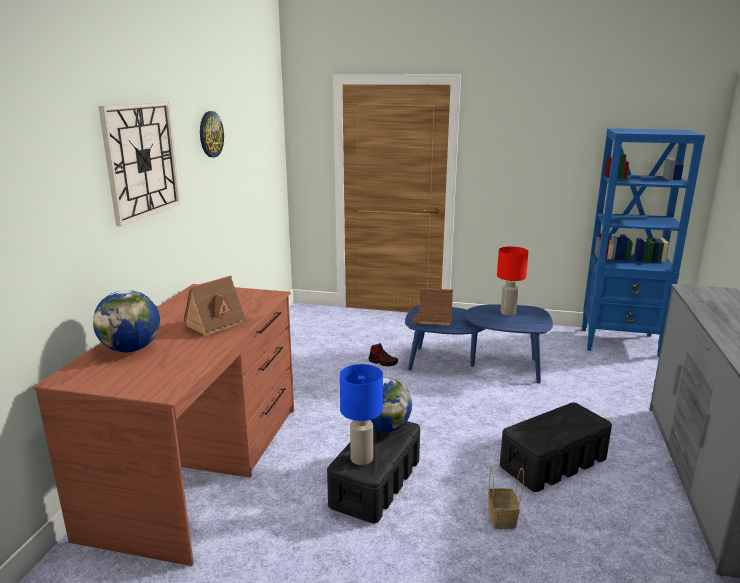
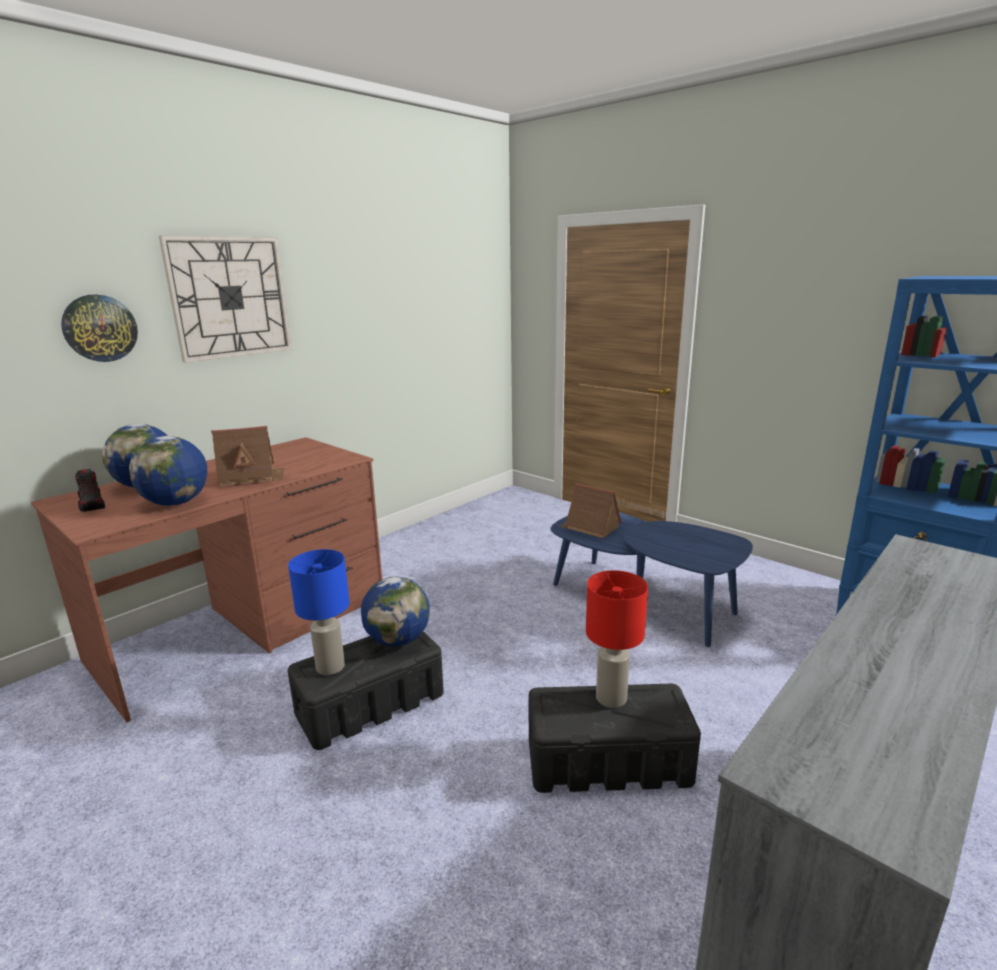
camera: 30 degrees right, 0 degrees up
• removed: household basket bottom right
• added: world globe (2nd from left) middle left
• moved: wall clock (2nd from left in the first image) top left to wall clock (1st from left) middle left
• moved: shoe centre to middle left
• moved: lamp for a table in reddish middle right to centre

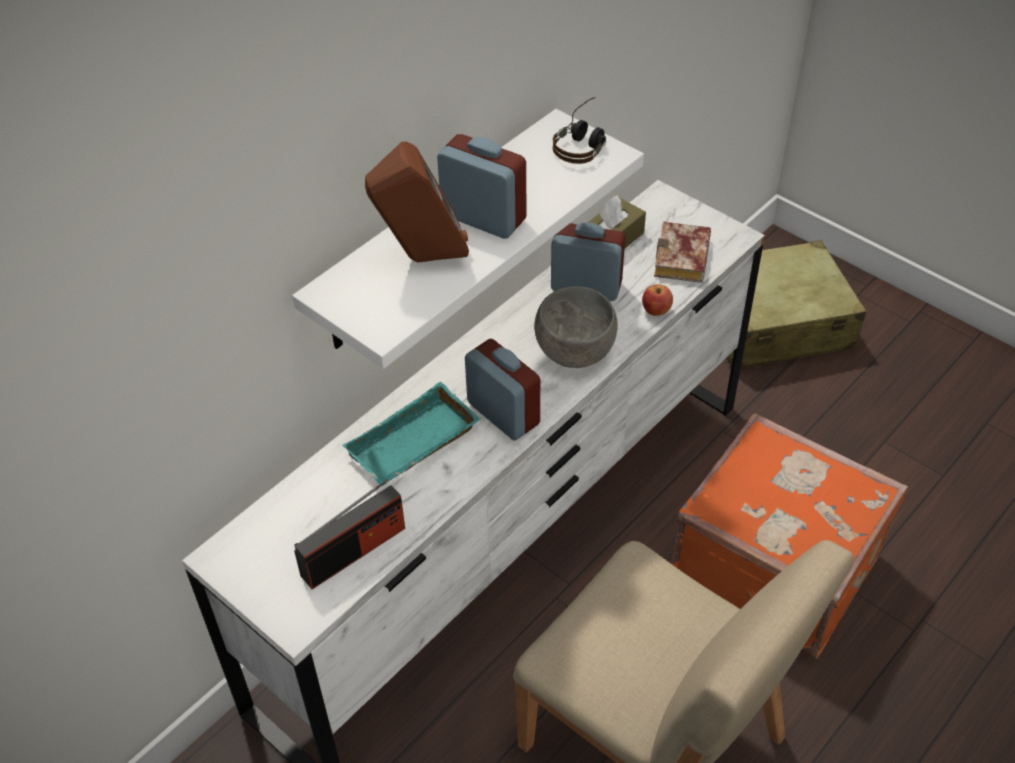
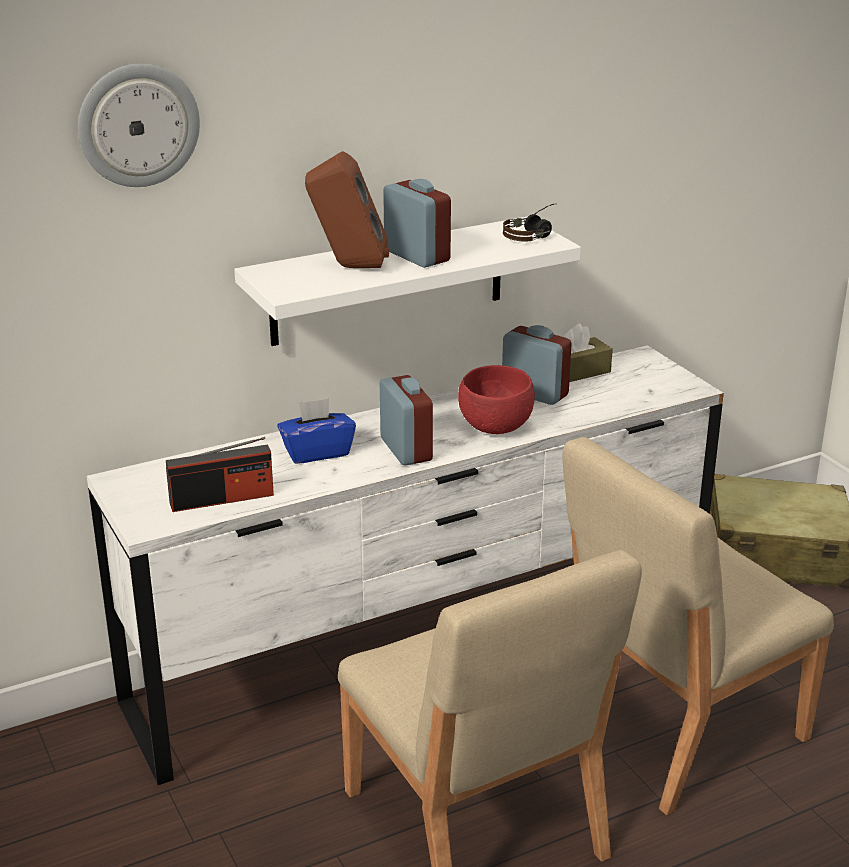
camera: 20 degrees right, 20 degrees down
• removed: whole apple centre
• removed: bound book top right
• added: wall clock top left
• replaced: carrying tray in turquoise centre to tissue holder in blue centre
• replaced: travel case in orange-coloured bottom right to upright chair in beige (2nd from left) bottom right
• recoloured: serving bowl in grey centre to serving bowl in reddish centre

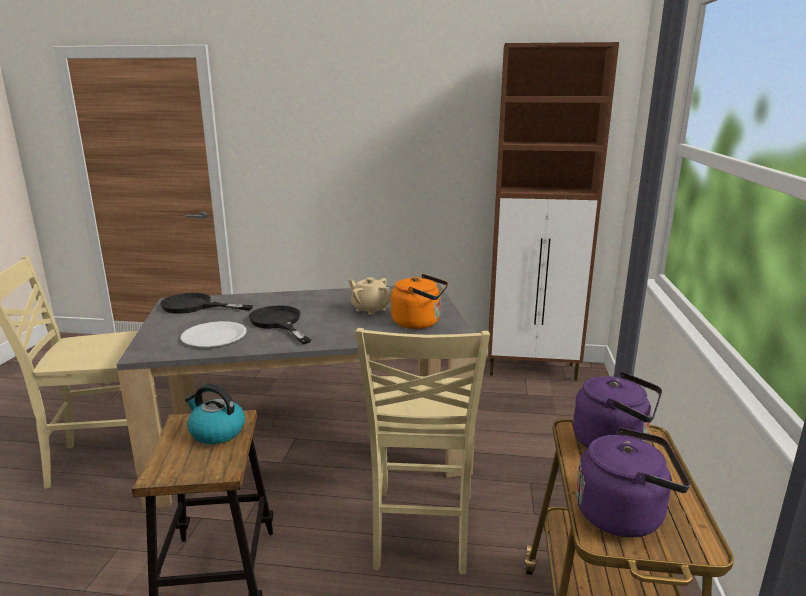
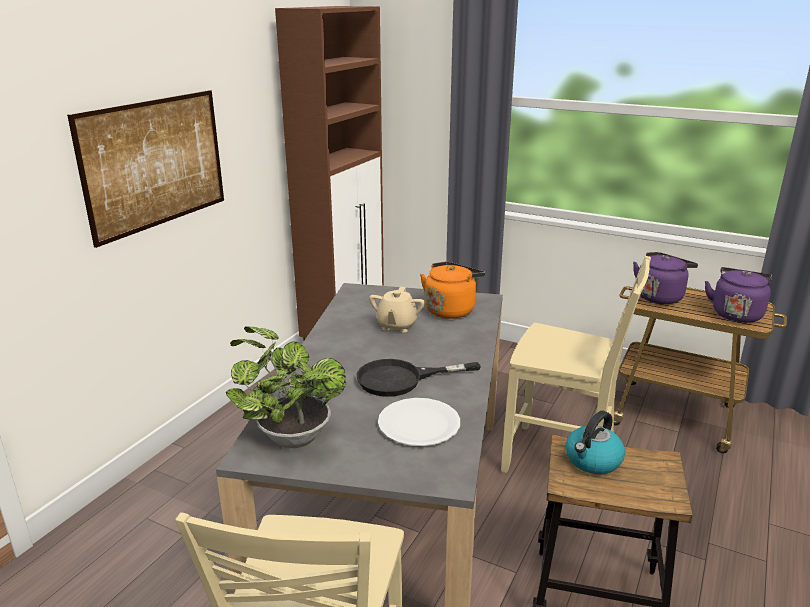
camera: 70 degrees left, 5 degrees up
• added: wall picture top left
• replaced: pan in black (1st from left) middle left to potted plant centre
• turned: pot for tea in beige centre = centre 45 degrees counterclockwise

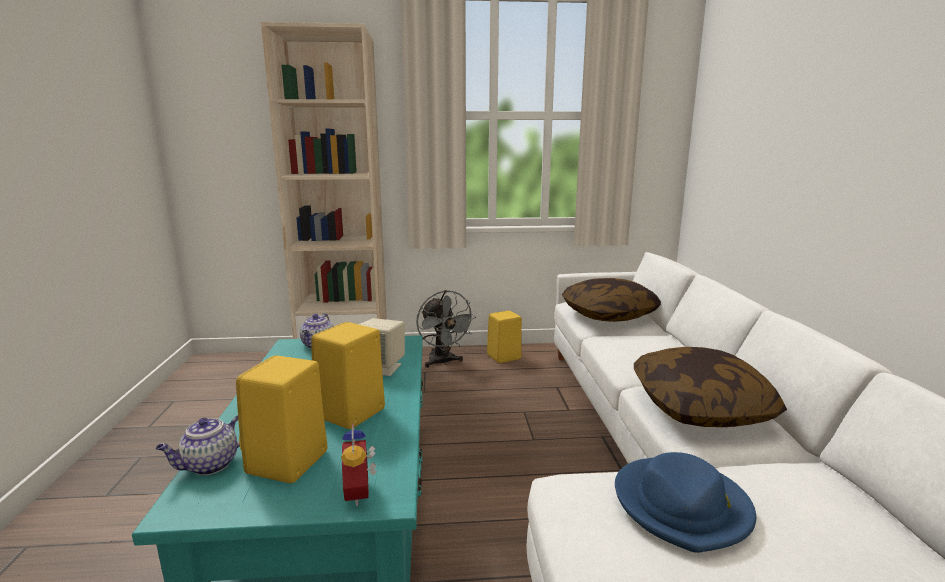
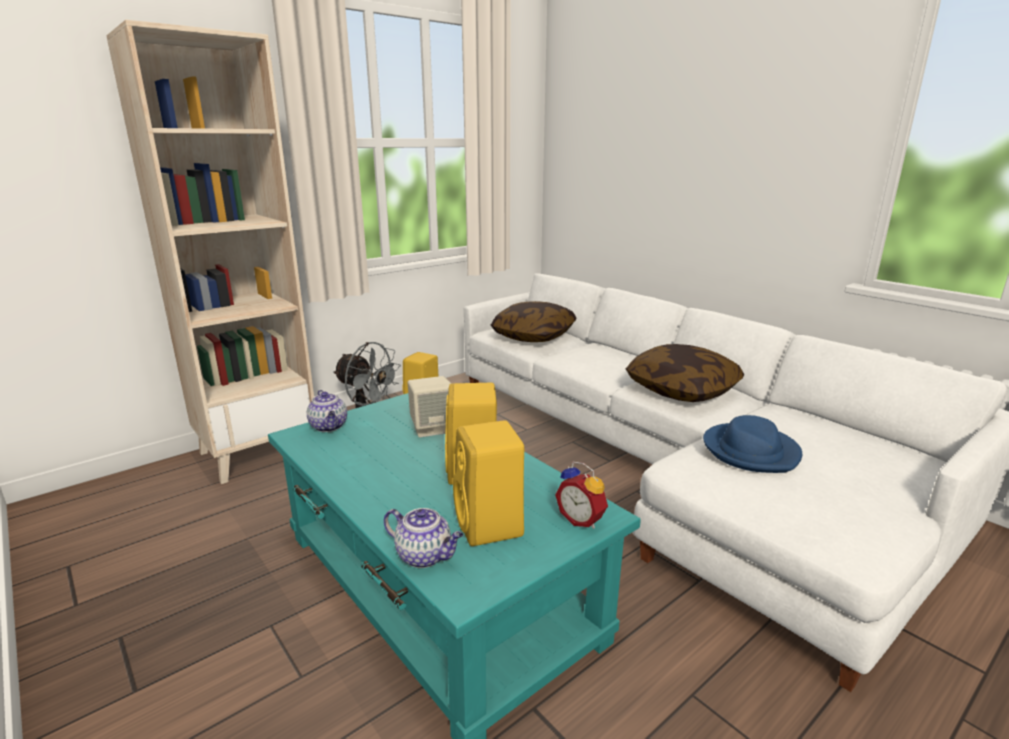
camera: 35 degrees left, 5 degrees up
• turned: pot for tea (1st from left in the first image) bottom left = bottom centre 75 degrees counterclockwise

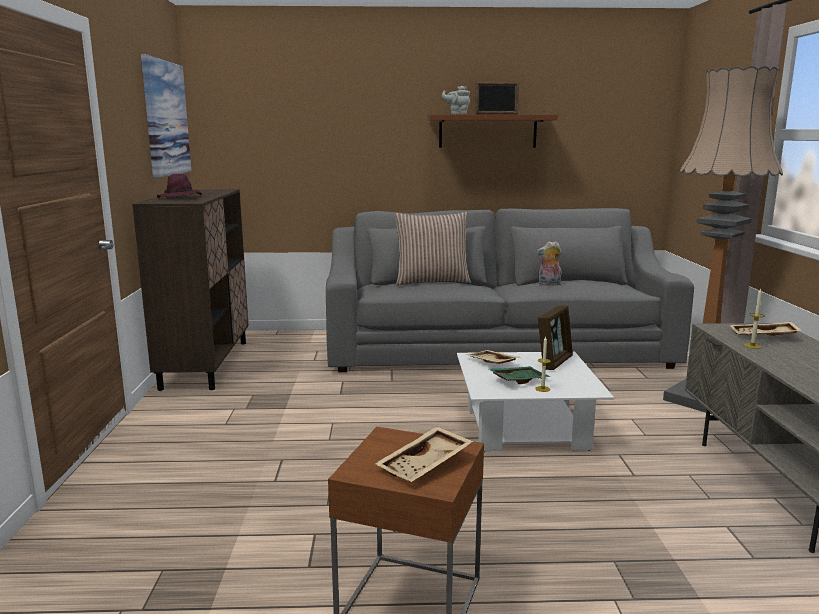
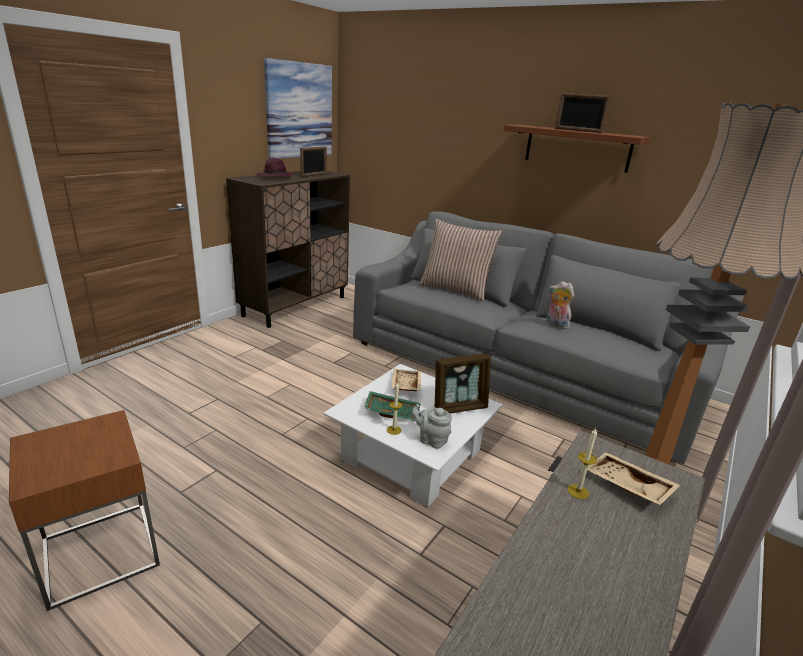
camera: 35 degrees right, 10 degrees up
• removed: carrying tray in beige (1st from left) bottom centre
• added: photo frame (1st from left) top centre
• moved: pot for tea in grey top centre to centre

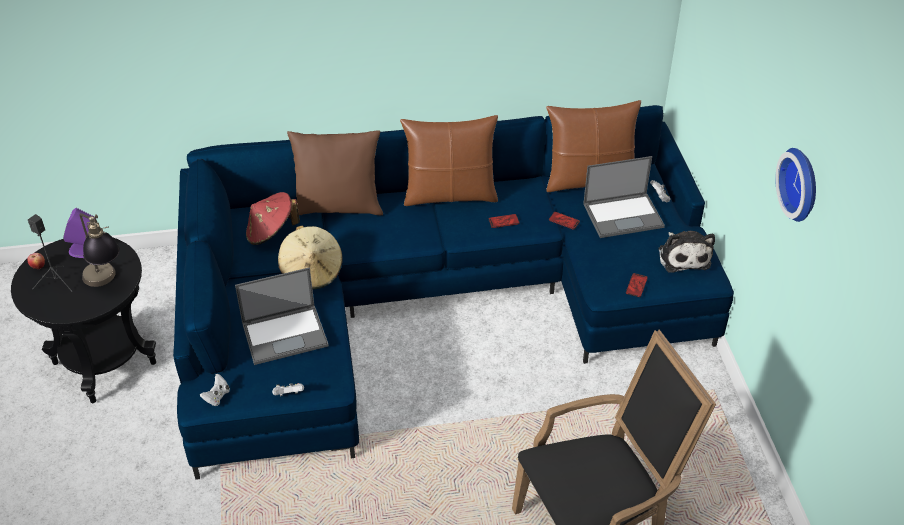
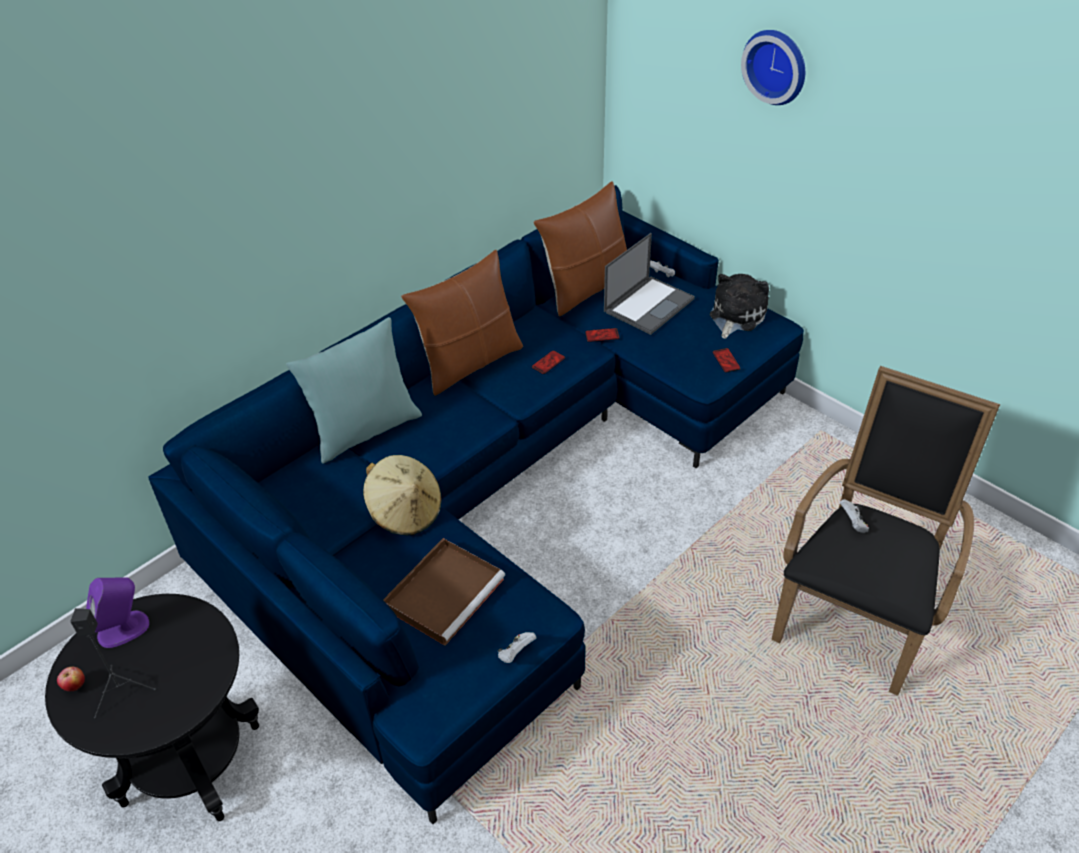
camera: 35 degrees left, 0 degrees up
• removed: lamp for a table middle left
• removed: wearable hat in reddish middle left
• moved: gamepad in white-coloured (1st from left in the first image) bottom left to gamepad in white-coloured (3rd from left) middle right
• moved: wall clock middle right to top right
• replaced: portable computer (1st from left) middle left to carrying tray in brown bottom centre
• recoloured: cushion in brown (1st from left) top centre to cushion in turquoise middle left
• turned: soft toy middle right = middle right 105 degrees counterclockwise

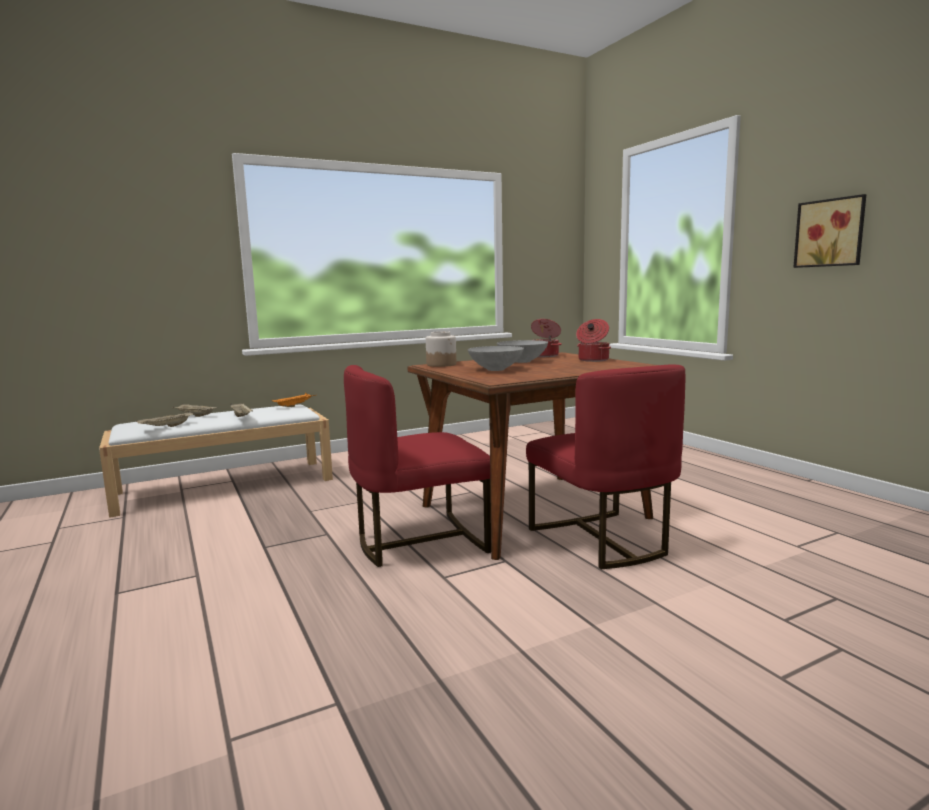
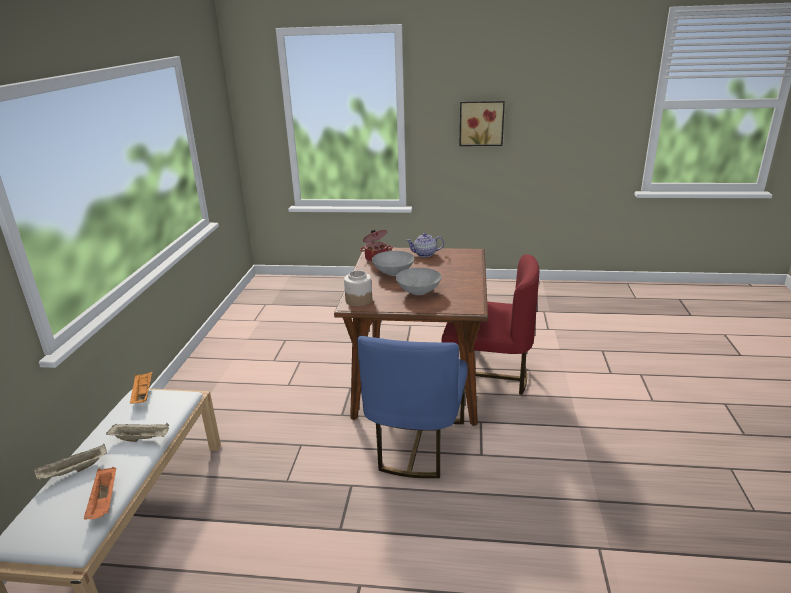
camera: 55 degrees left, 15 degrees up
• replaced: saucepot (2nd from left) centre to pot for tea centre
• recoloured: carrying tray in beige (1st from left) middle left to carrying tray in orange-coloured (1st from left) bottom left
• recoloured: upright chair in reddish (1st from left) centre to upright chair in blue bottom centre

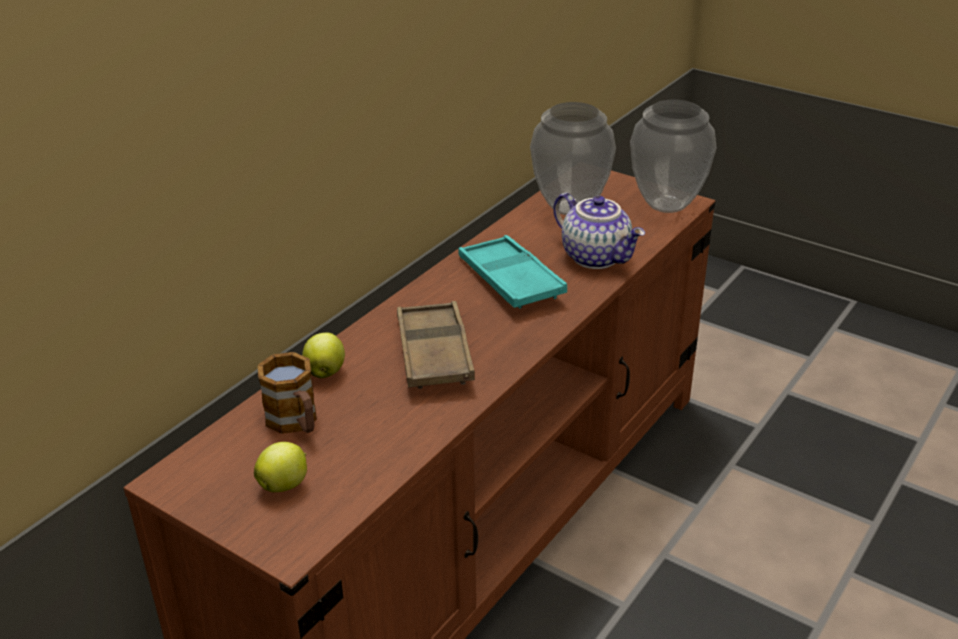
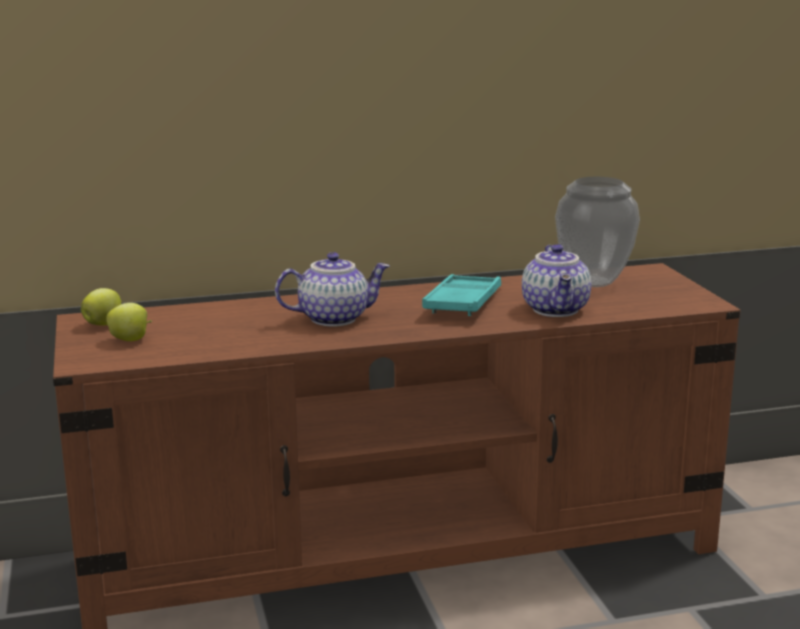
camera: 40 degrees right, 15 degrees down
• removed: coffee mug middle left
• removed: vase (2nd from left) top right
• moved: whole apple (2nd from left in the first image) centre to whole apple (1st from left) middle left
• replaced: carrying tray in brown centre to pot for tea (1st from left) centre

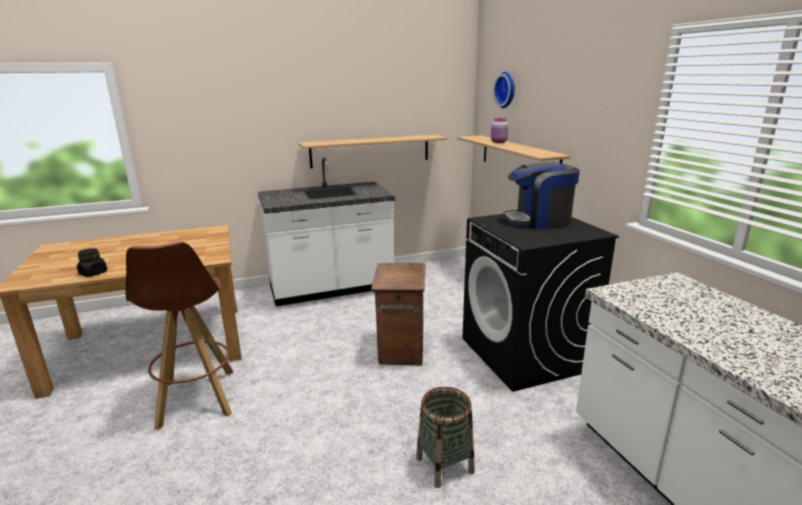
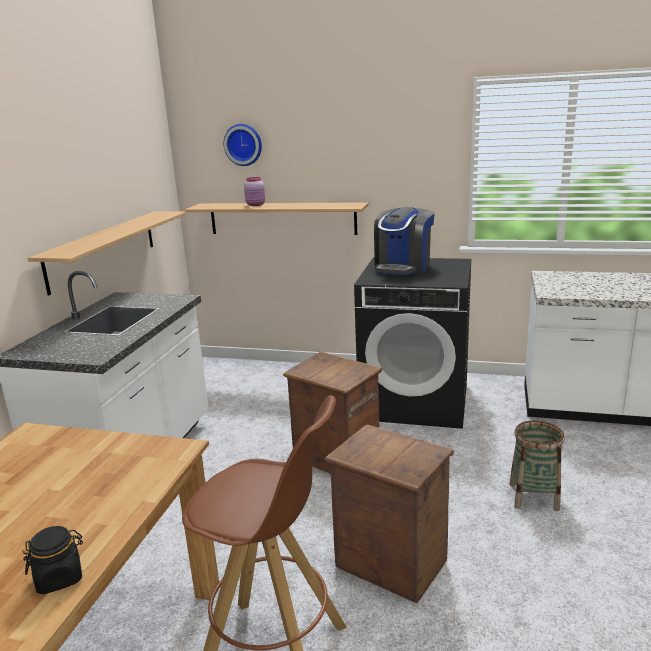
camera: 55 degrees left, 0 degrees up
• added: packing crate (2nd from left) bottom centre

